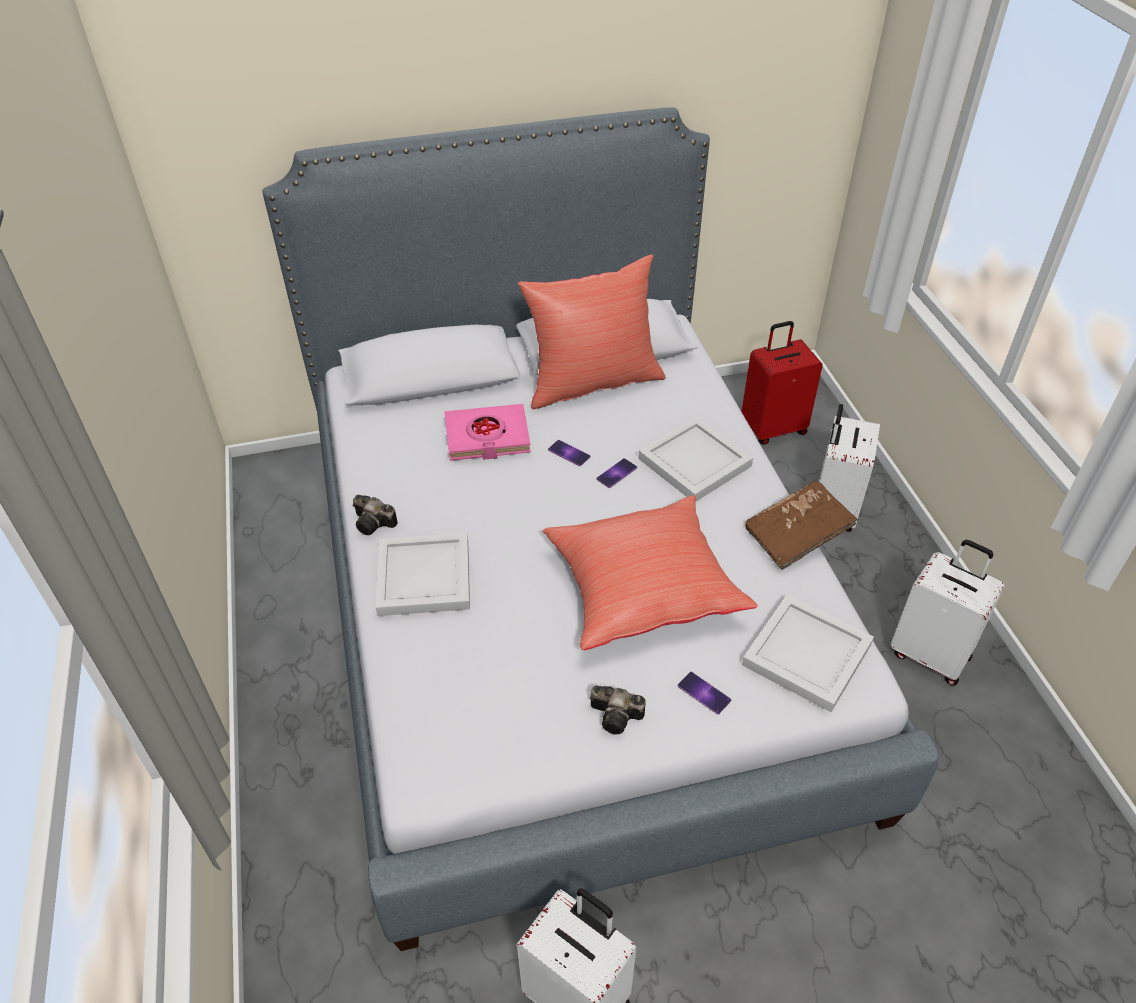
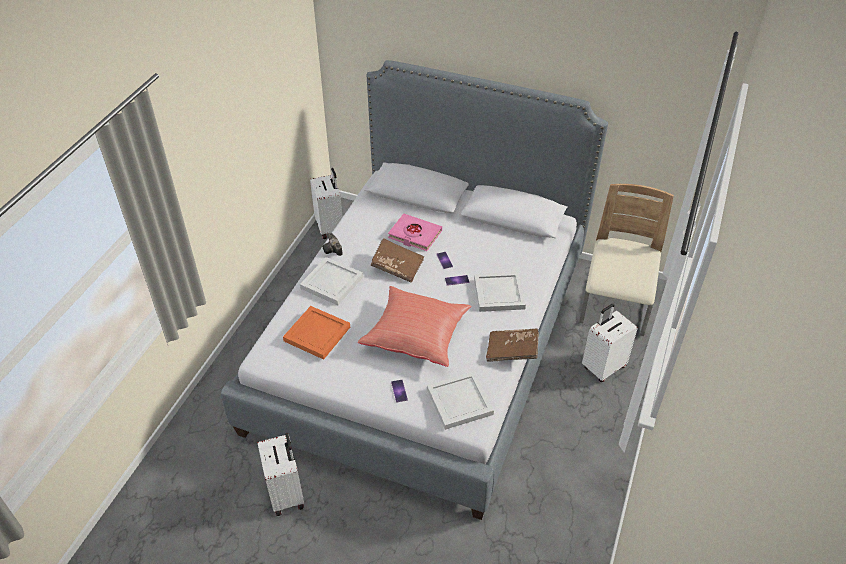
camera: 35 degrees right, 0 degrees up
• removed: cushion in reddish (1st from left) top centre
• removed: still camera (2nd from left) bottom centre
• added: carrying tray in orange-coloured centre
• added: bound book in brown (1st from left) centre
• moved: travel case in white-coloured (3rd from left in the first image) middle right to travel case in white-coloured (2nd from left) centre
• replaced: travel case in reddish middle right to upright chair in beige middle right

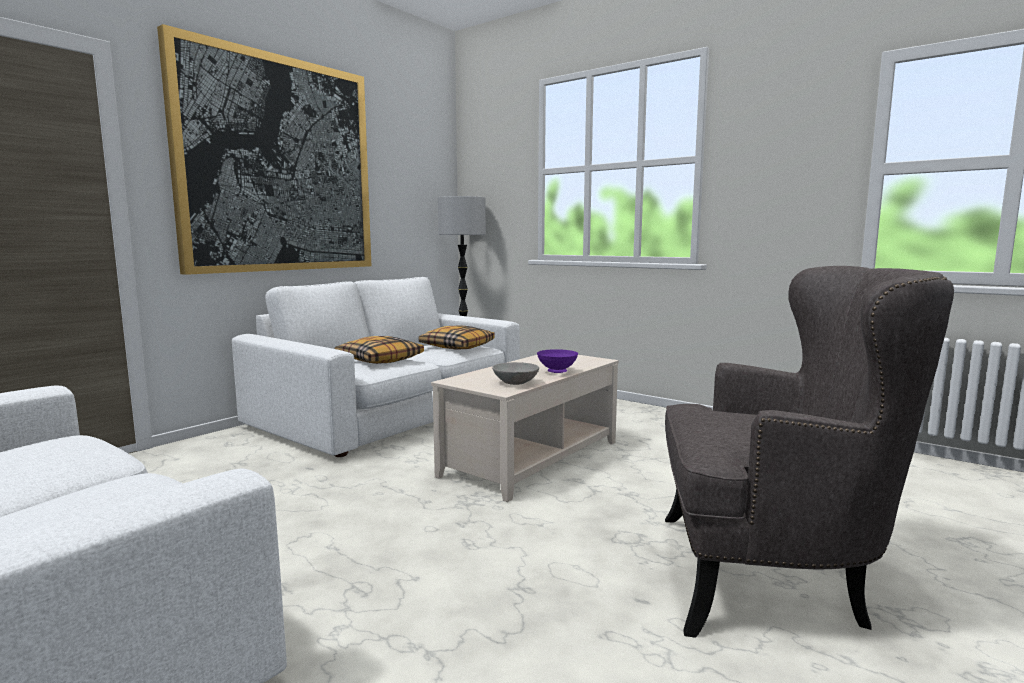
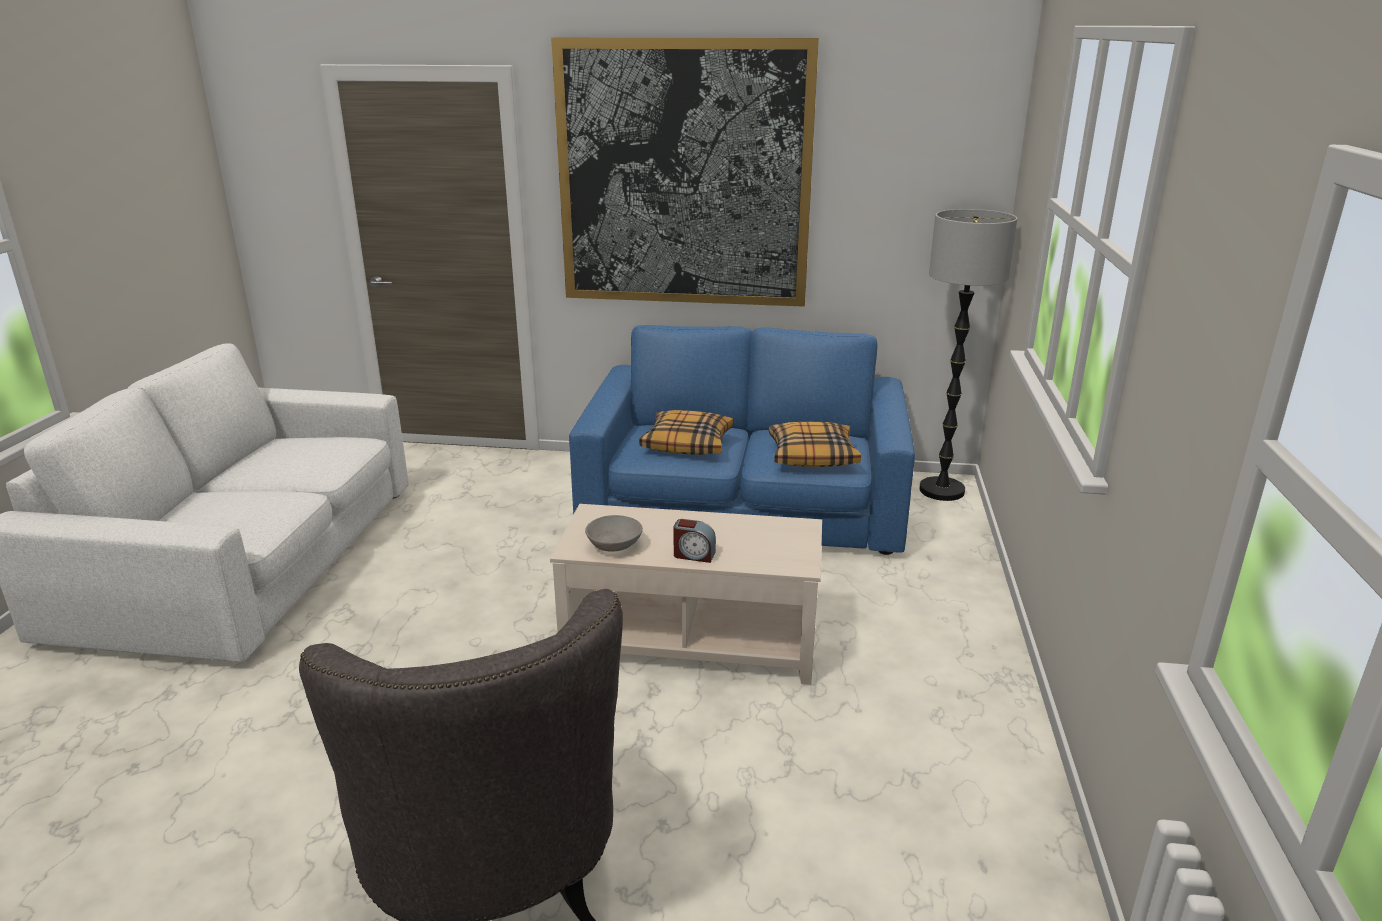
camera: 60 degrees right, 15 degrees up
• replaced: serving bowl in purple-coloured centre to bedside clock centre
• recoloured: couch in white-coloured (2nd from left) centre to couch in blue centre

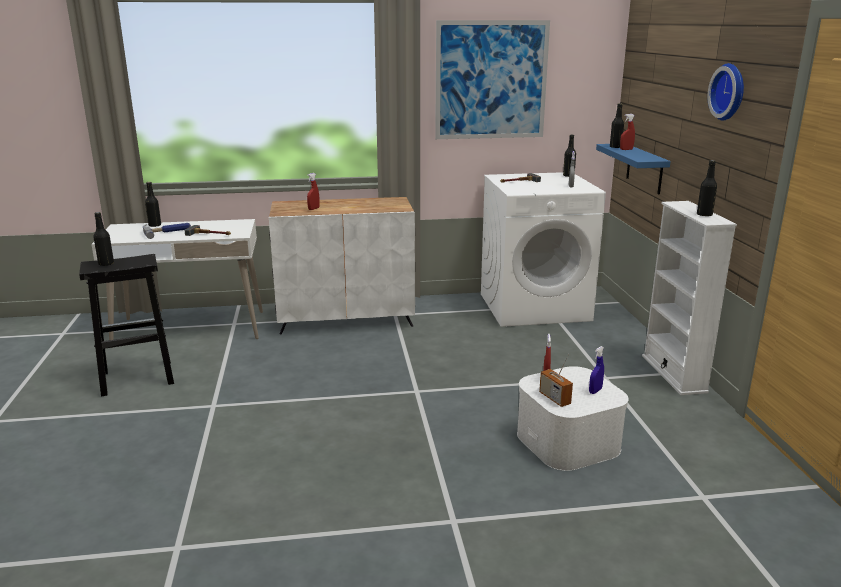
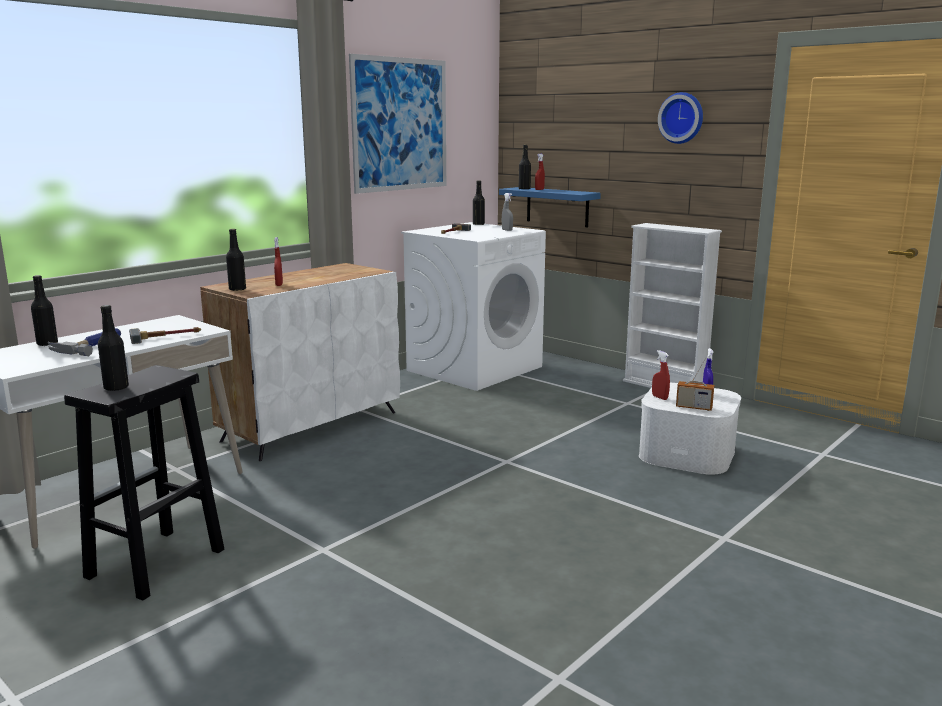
camera: 40 degrees left, 5 degrees down
• moved: beverage bottle in black (5th from left in the first image) top right to beverage bottle in black (3rd from left) middle left

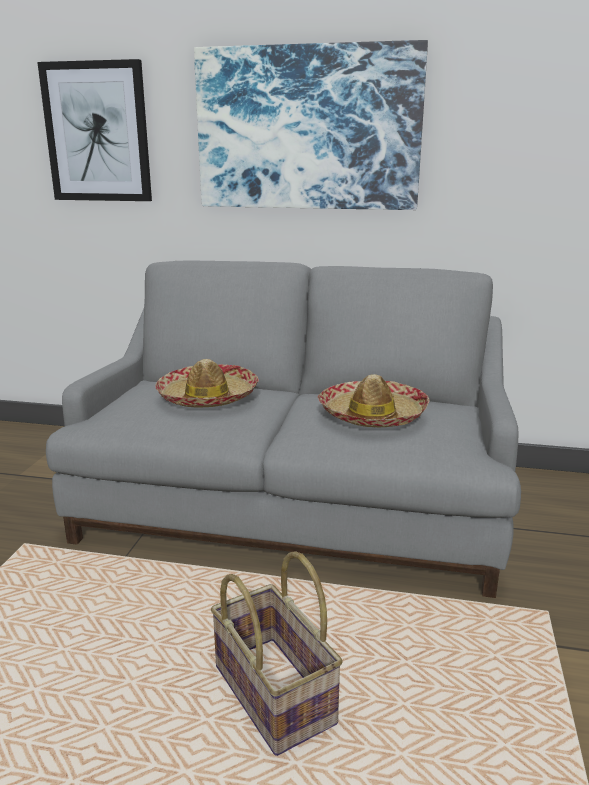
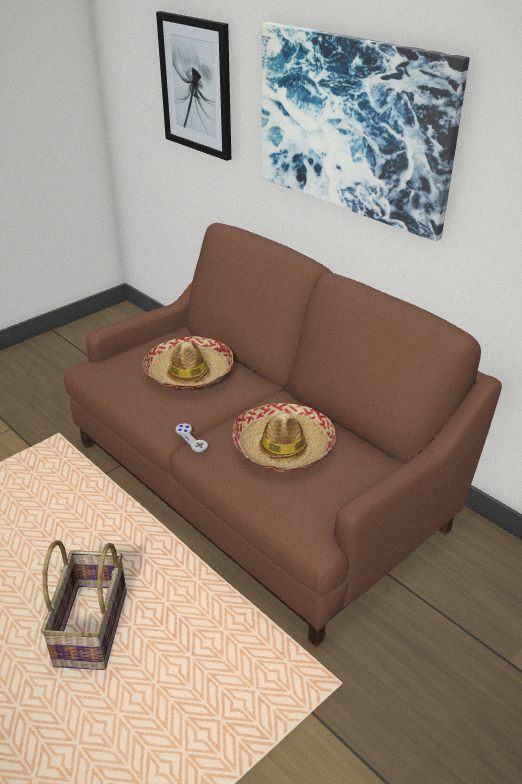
camera: 35 degrees right, 15 degrees up
• added: gamepad in grey centre
• recoloured: couch in grey centre to couch in brown centre

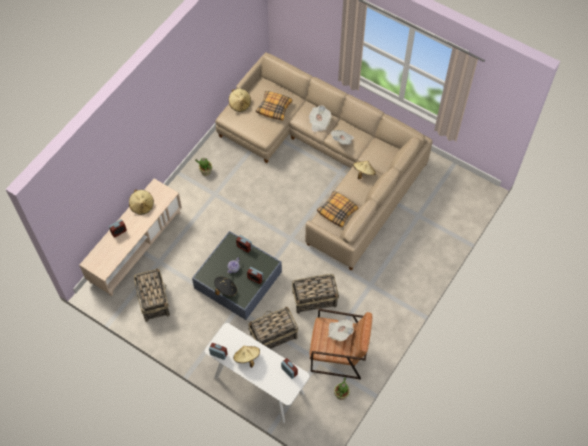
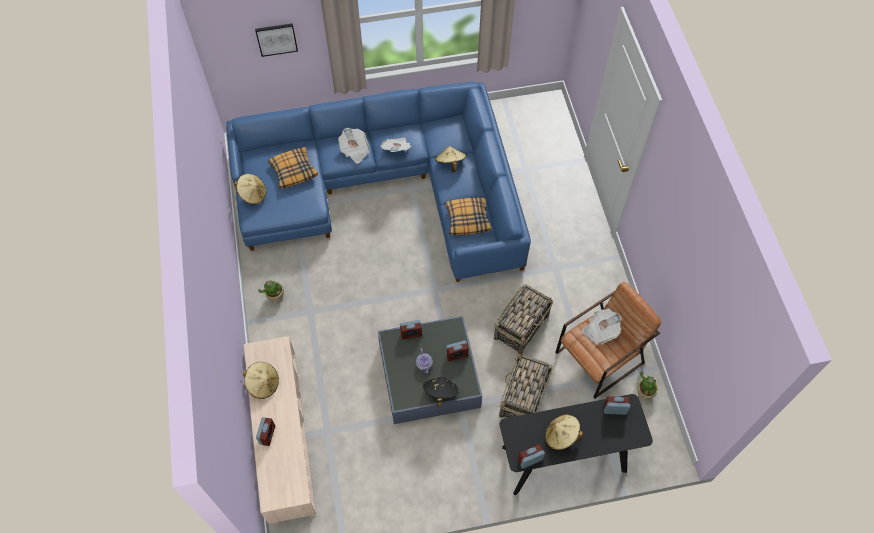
camera: 45 degrees left, 0 degrees up
• removed: household basket (1st from left) middle left
• added: wall picture top left
• recoloured: console table in white-coloured bottom centre to console table in black bottom centre
• recoloured: couch in beige centre to couch in blue centre

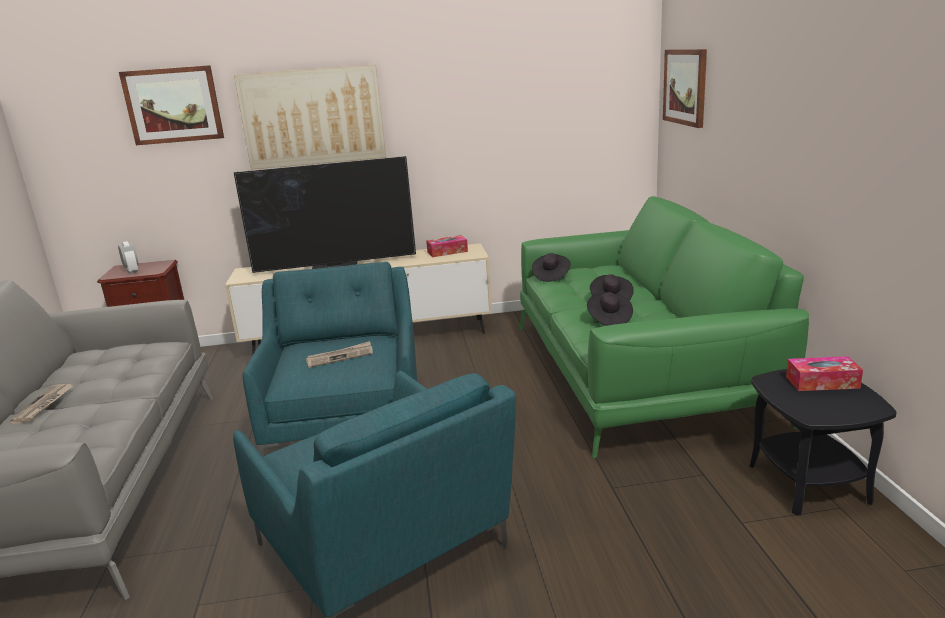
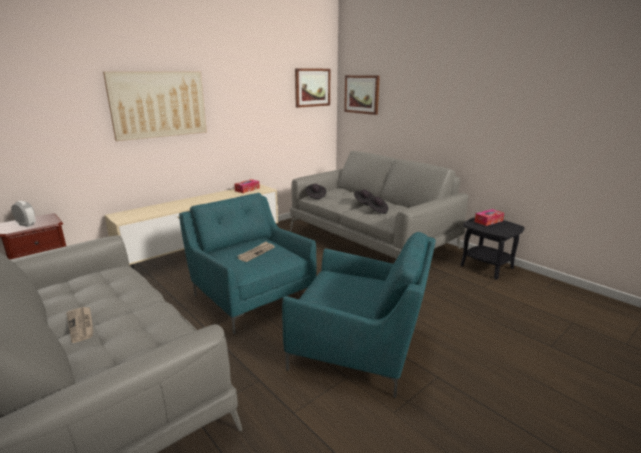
camera: 35 degrees left, 0 degrees up
• removed: TV centre
• moved: wall picture (1st from left in the first image) top left to wall picture (2nd from left) top centre
• recoloured: couch in green middle right to couch in grey (2nd from left) centre

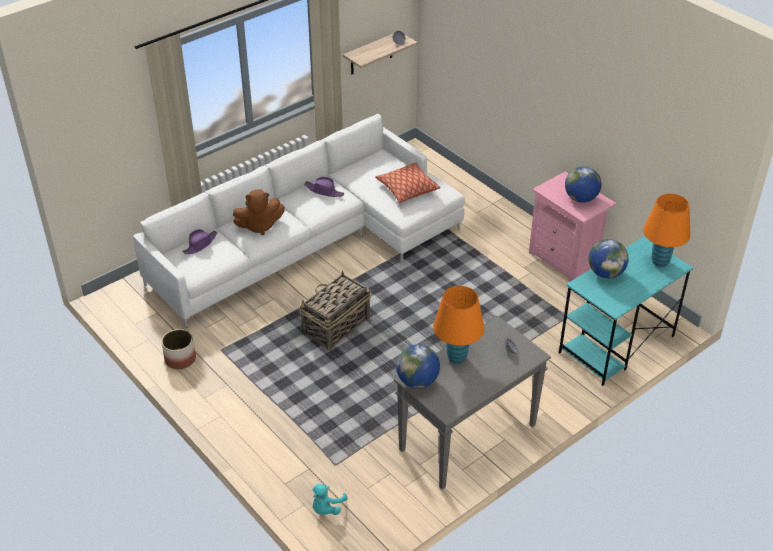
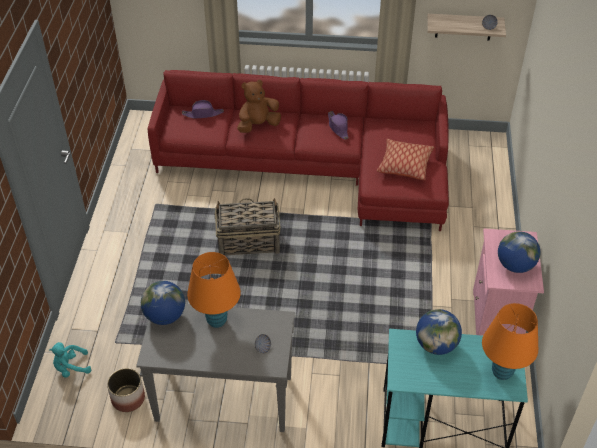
camera: 45 degrees right, 5 degrees up
• moved: flower pot middle left to bottom left
• recoloured: couch in white-coloured centre to couch in reddish centre
• turned: soft toy in brown centre = top centre 120 degrees clockwise

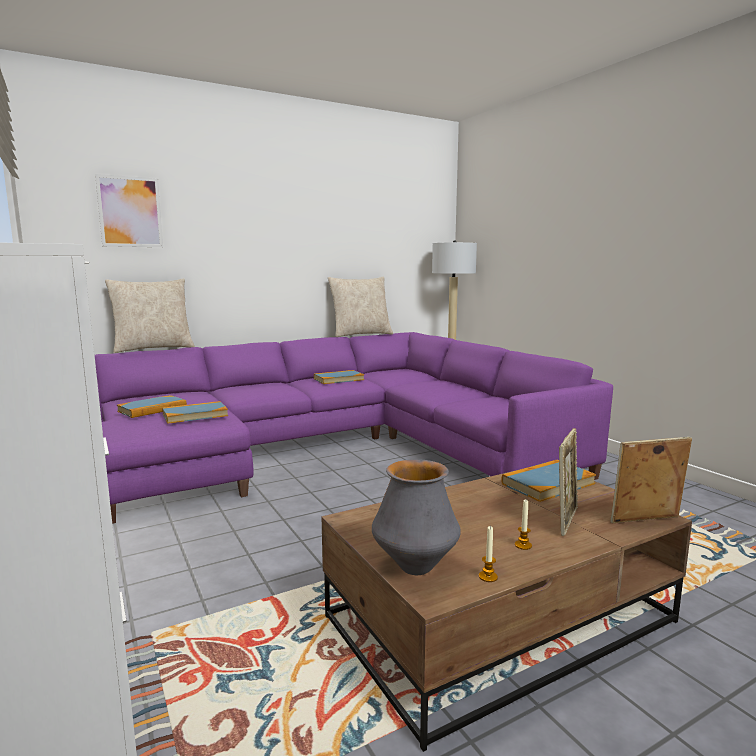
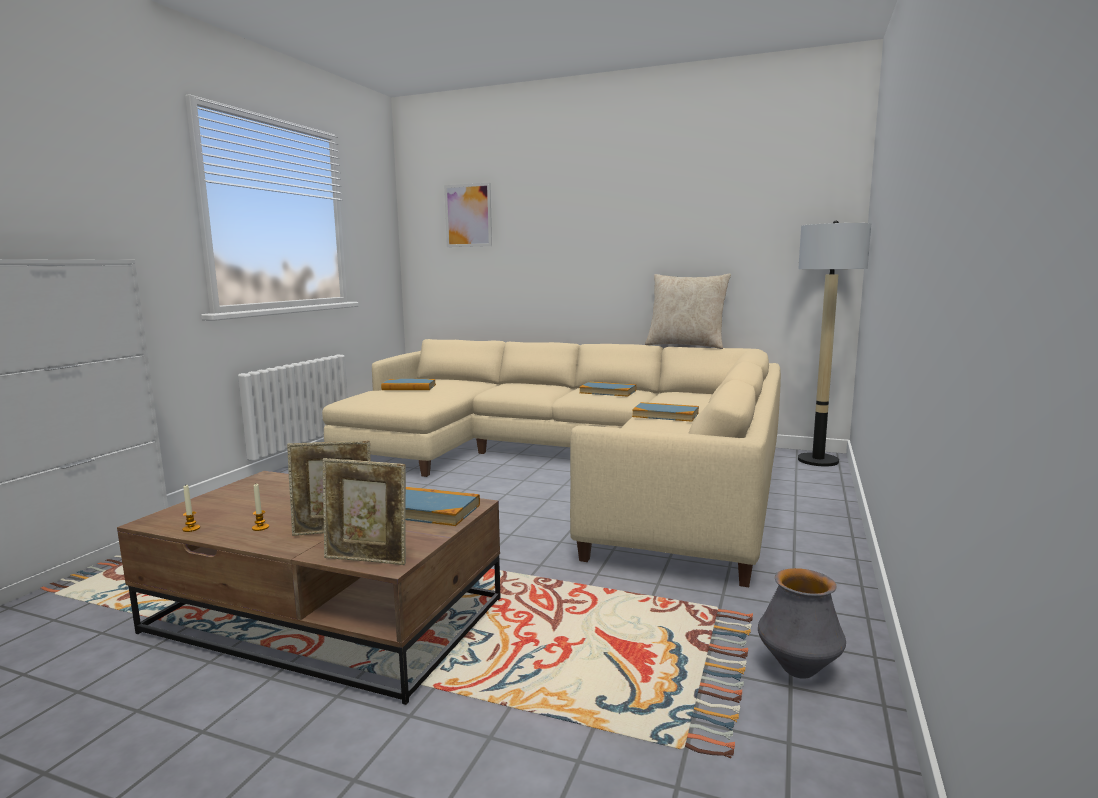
camera: 50 degrees right, 0 degrees up
• removed: cushion in beige (1st from left) middle left
• moved: bound book (2nd from left in the first image) middle left to bound book (4th from left) centre
• moved: vase bottom centre to bottom right
• recoloured: couch in purple-coloured centre to couch in beige centre
• turned: photo frame (2nd from left) middle right = middle left 150 degrees clockwise

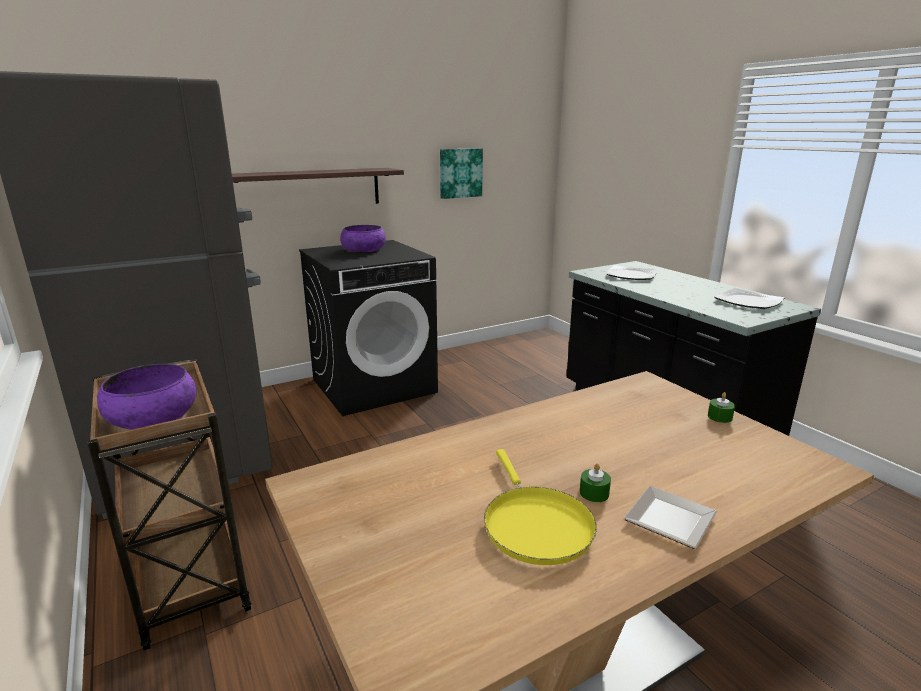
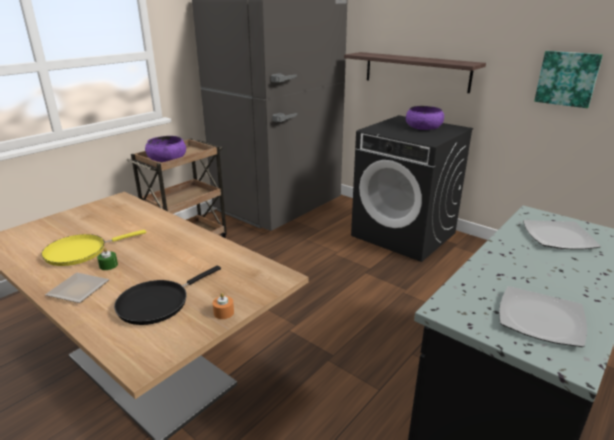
camera: 70 degrees right, 5 degrees up
• added: pan in black bottom left
• recoloured: candle in green (2nd from left) middle right to candle in orange-coloured bottom centre

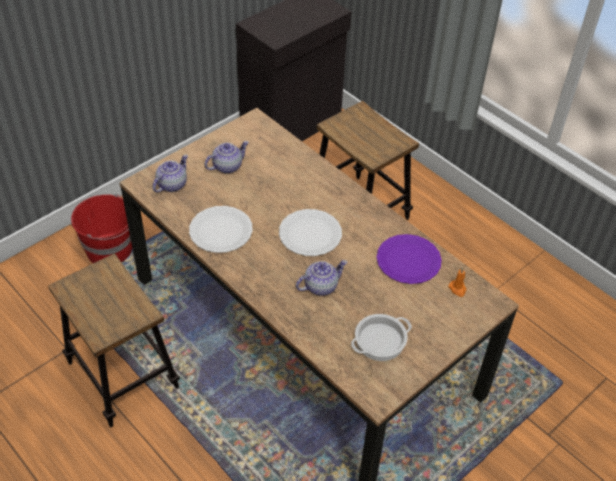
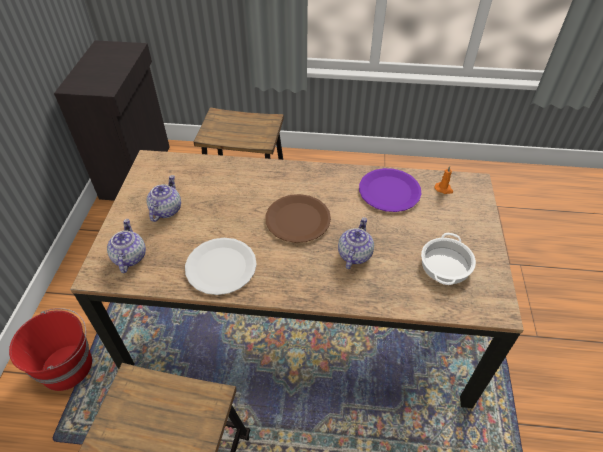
camera: 40 degrees left, 0 degrees up
• recoloured: dinner plate in white-coloured (2nd from left) centre to dinner plate in brown centre

